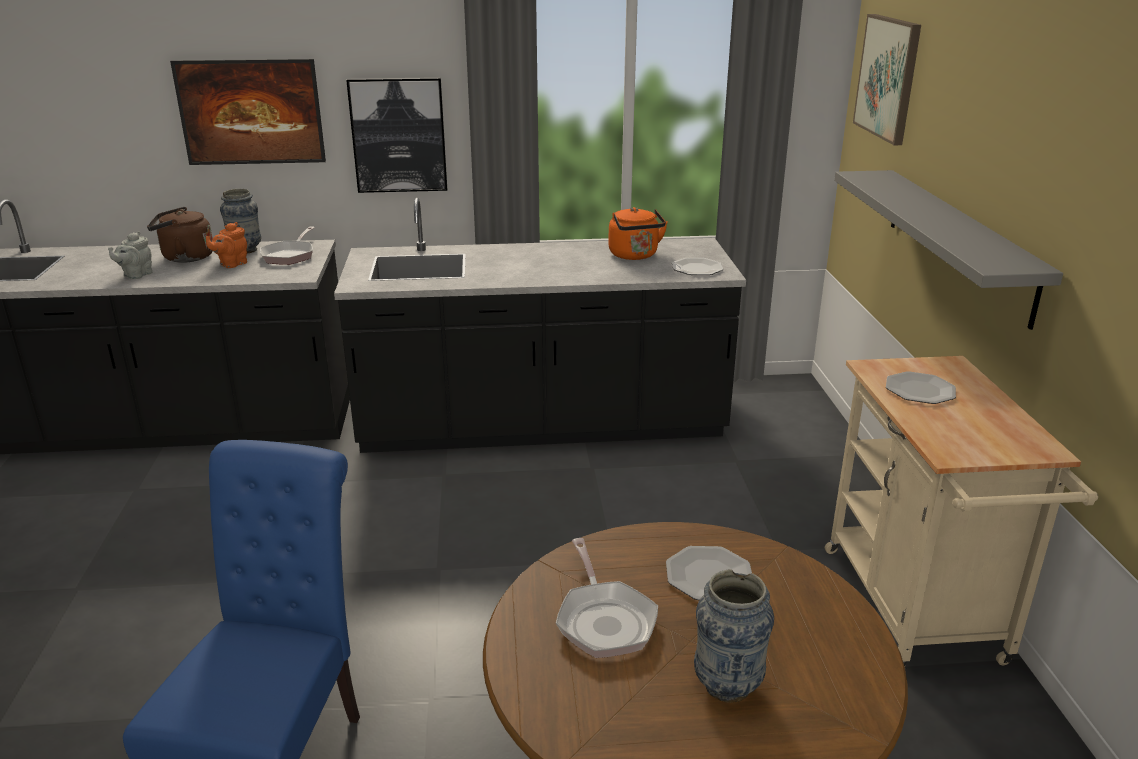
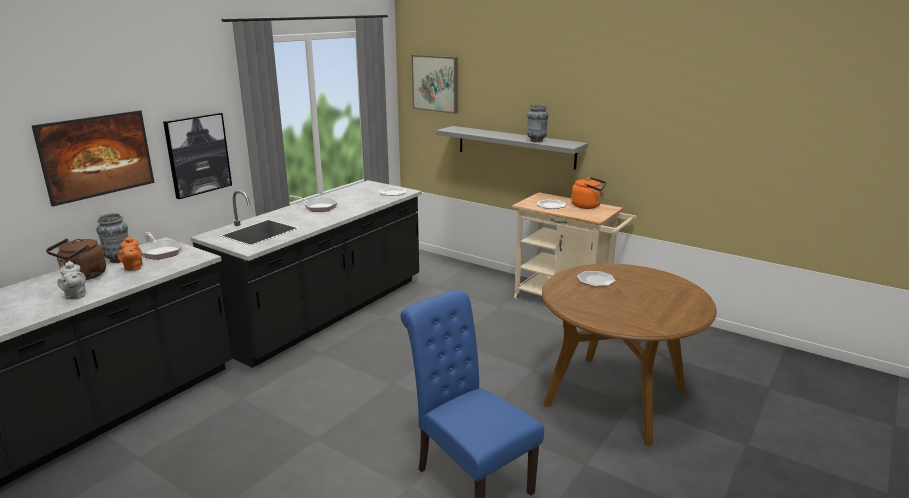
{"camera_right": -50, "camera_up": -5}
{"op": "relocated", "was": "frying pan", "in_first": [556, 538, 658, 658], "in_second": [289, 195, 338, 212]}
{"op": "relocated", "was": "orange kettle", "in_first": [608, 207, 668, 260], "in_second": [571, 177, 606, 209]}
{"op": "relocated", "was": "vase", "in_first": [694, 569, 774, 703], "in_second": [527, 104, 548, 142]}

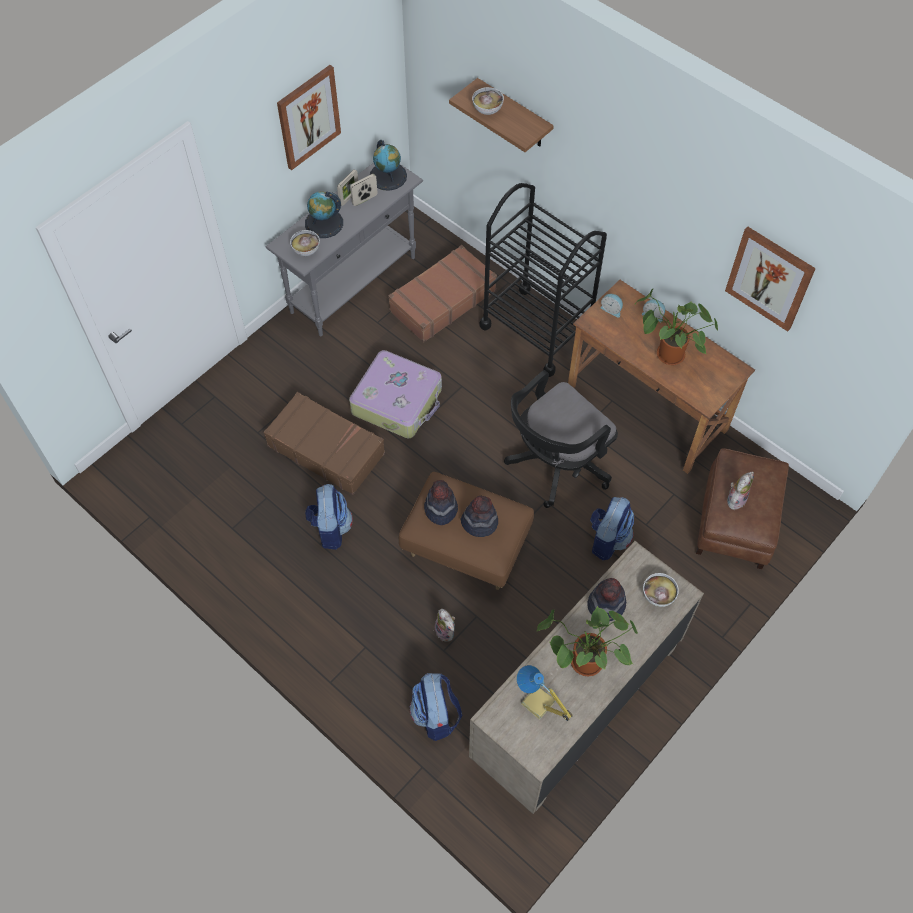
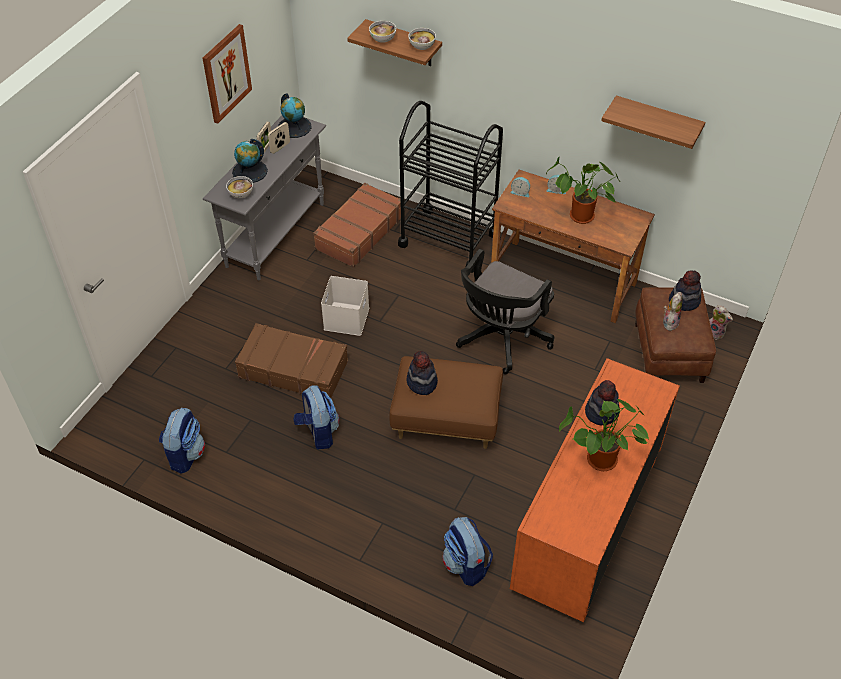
{"camera_right": -15, "camera_up": -10}
{"op": "exchanged", "was": "suitcase", "now": "white storage box", "in_first": [349, 350, 442, 438], "in_second": [321, 276, 369, 336]}
{"op": "relocated", "was": "plush toy", "in_first": [435, 609, 455, 642], "in_second": [709, 305, 733, 340]}
{"op": "relocated", "was": "hat", "in_first": [461, 496, 498, 537], "in_second": [669, 270, 702, 311]}
{"op": "colour", "was": "beige dresser", "now": "orange dresser", "in_first": [469, 541, 704, 814], "in_second": [510, 358, 680, 622]}
{"op": "missing", "was": "table lamp", "in_first": [517, 665, 573, 721]}
{"op": "relocated", "was": "backpack", "in_first": [590, 497, 634, 560], "in_second": [159, 408, 205, 474]}
{"op": "relocated", "was": "bowl", "in_first": [643, 573, 679, 607], "in_second": [408, 28, 436, 50]}
{"op": "exchanged", "was": "picture", "now": "shelf", "in_first": [725, 227, 816, 331], "in_second": [601, 96, 705, 149]}

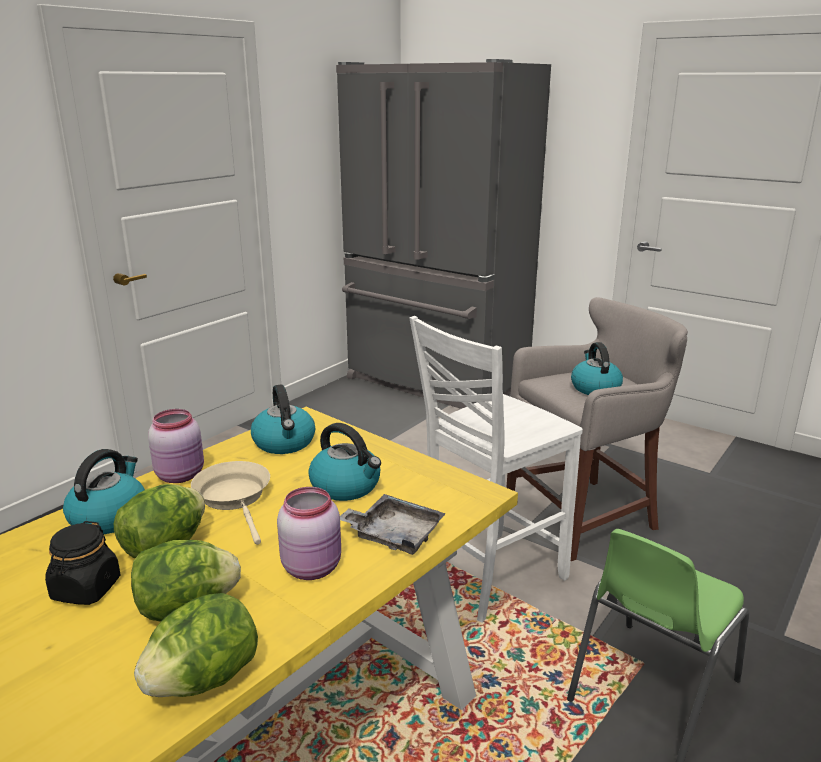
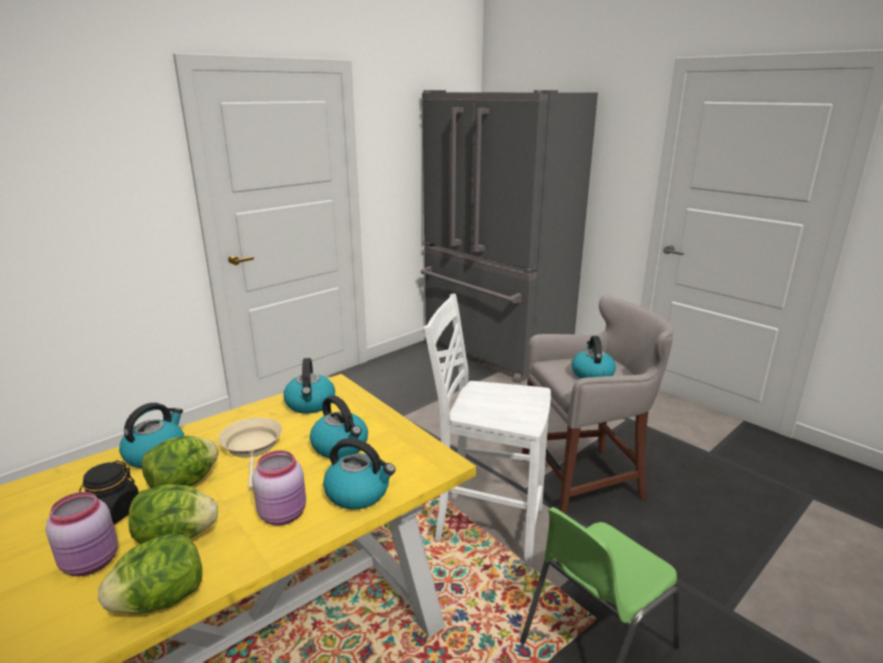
{"camera_right": 10, "camera_up": 0}
{"op": "relocated", "was": "pink jar", "in_first": [148, 409, 204, 483], "in_second": [45, 492, 118, 576]}
{"op": "exchanged", "was": "grey tray", "now": "kettle", "in_first": [340, 494, 446, 555], "in_second": [323, 438, 396, 510]}
{"op": "spun", "was": "white chair", "in_first": [410, 316, 583, 623], "in_second": [424, 294, 551, 566], "clockwise": 45}

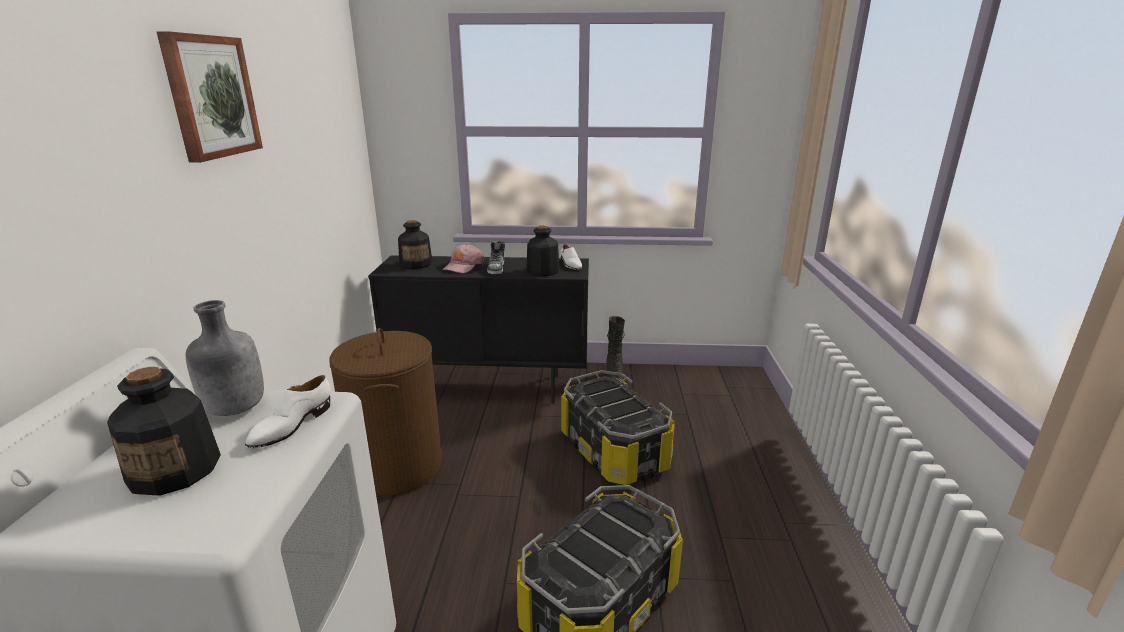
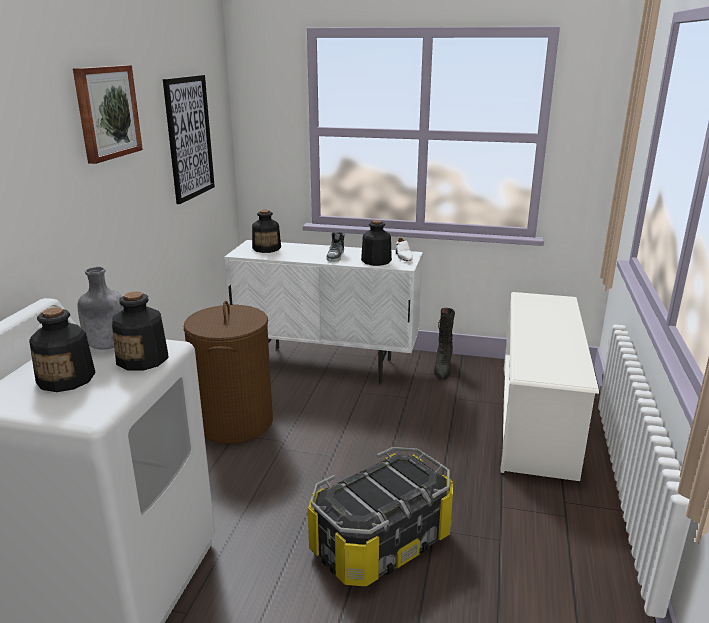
{"camera_right": 10, "camera_up": 0}
{"op": "exchanged", "was": "white shoe", "now": "bottle", "in_first": [245, 375, 331, 448], "in_second": [112, 291, 169, 371]}
{"op": "colour", "was": "black cabinet", "now": "white cabinet", "in_first": [368, 255, 589, 404], "in_second": [224, 240, 423, 384]}
{"op": "missing", "was": "pink cap", "in_first": [443, 244, 484, 273]}
{"op": "missing", "was": "storage box", "in_first": [561, 370, 675, 485]}
{"op": "appeared", "now": "picture", "in_second": [163, 75, 215, 204]}
{"op": "appeared", "now": "white shoe rack", "in_second": [500, 292, 599, 481]}

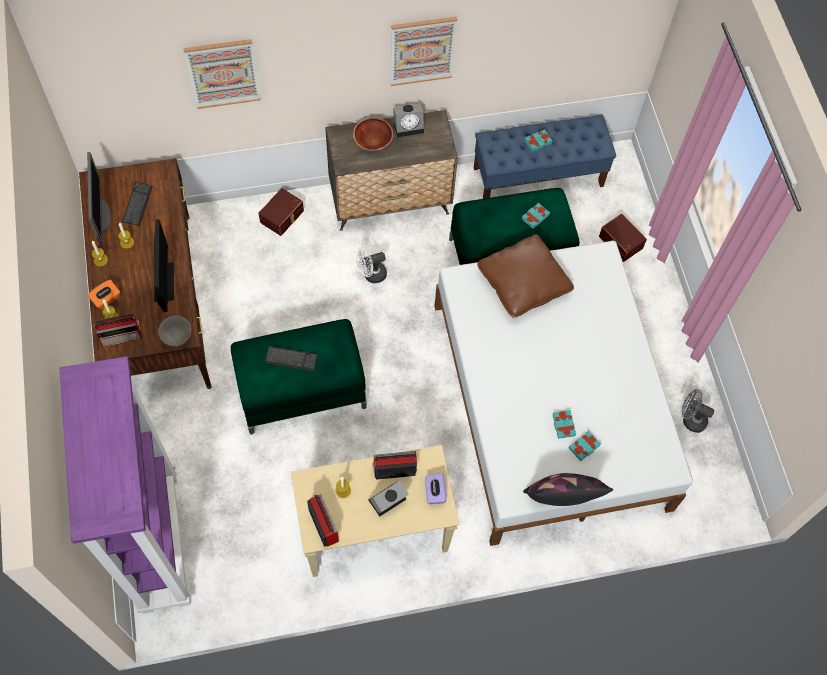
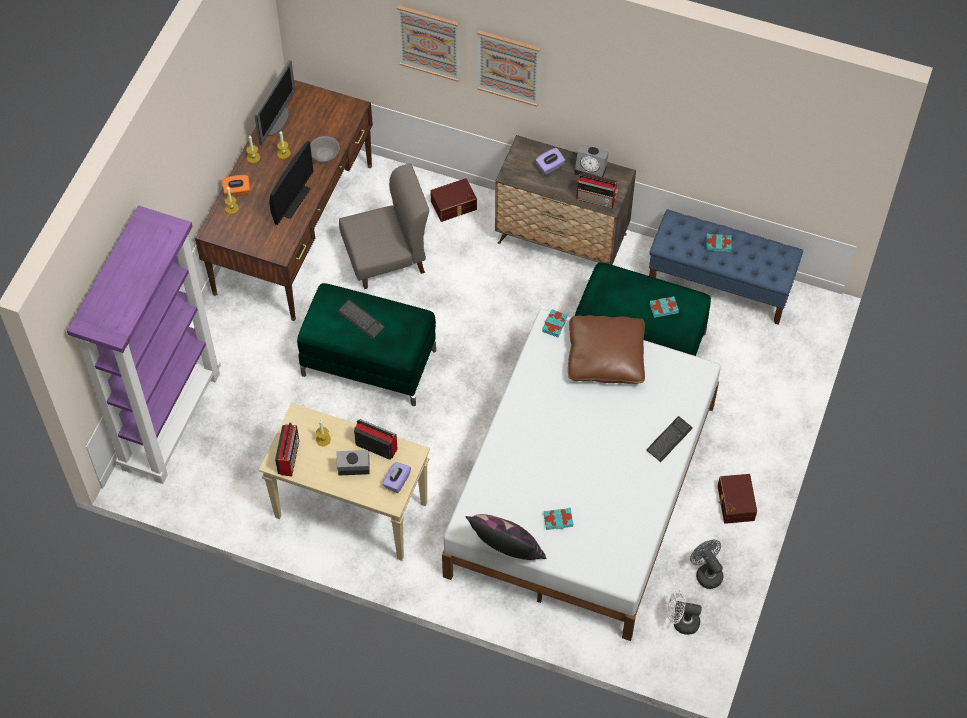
{"camera_right": 35, "camera_up": -5}
{"op": "relocated", "was": "radio", "in_first": [94, 313, 142, 347], "in_second": [576, 172, 618, 208]}
{"op": "relocated", "was": "keyboard", "in_first": [122, 182, 153, 226], "in_second": [647, 416, 693, 462]}
{"op": "relocated", "was": "grey bowl", "in_first": [158, 316, 191, 347], "in_second": [310, 136, 340, 163]}
{"op": "exchanged", "was": "brown bowl", "now": "purple tissue box", "in_first": [353, 117, 393, 151], "in_second": [535, 148, 565, 175]}
{"op": "relocated", "was": "white fan", "in_first": [356, 247, 387, 283], "in_second": [668, 589, 702, 635]}
{"op": "relocated", "was": "picture", "in_first": [390, 17, 457, 86], "in_second": [477, 30, 540, 107]}
{"op": "relocated", "was": "turquoise book", "in_first": [552, 410, 576, 439], "in_second": [542, 309, 568, 337]}
{"op": "relocated", "was": "brown storage box", "in_first": [599, 214, 647, 262], "in_second": [717, 474, 757, 524]}
{"op": "appeared", "now": "grey chair", "in_second": [339, 164, 429, 289]}

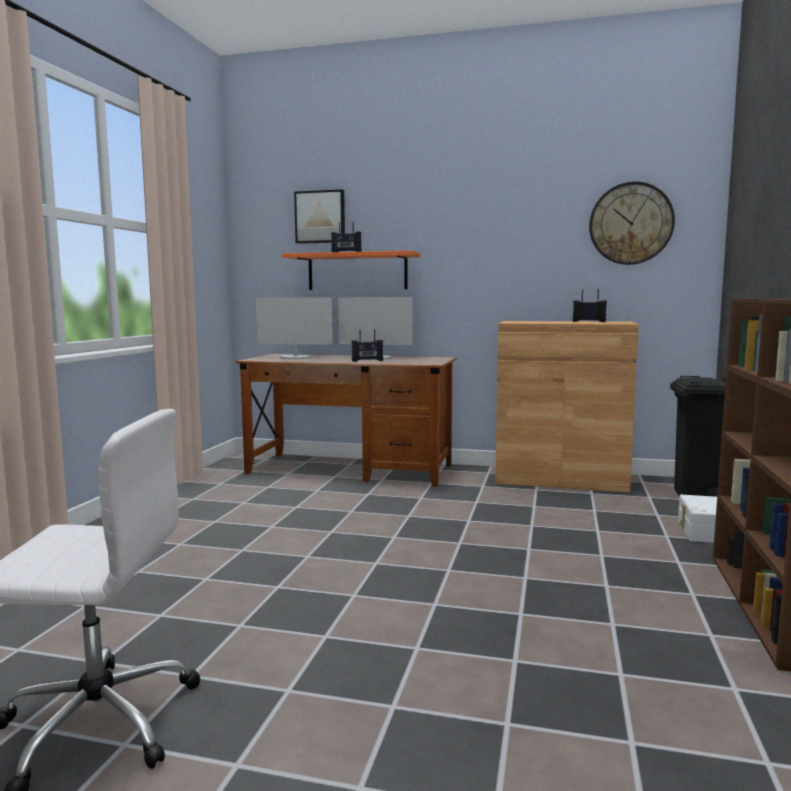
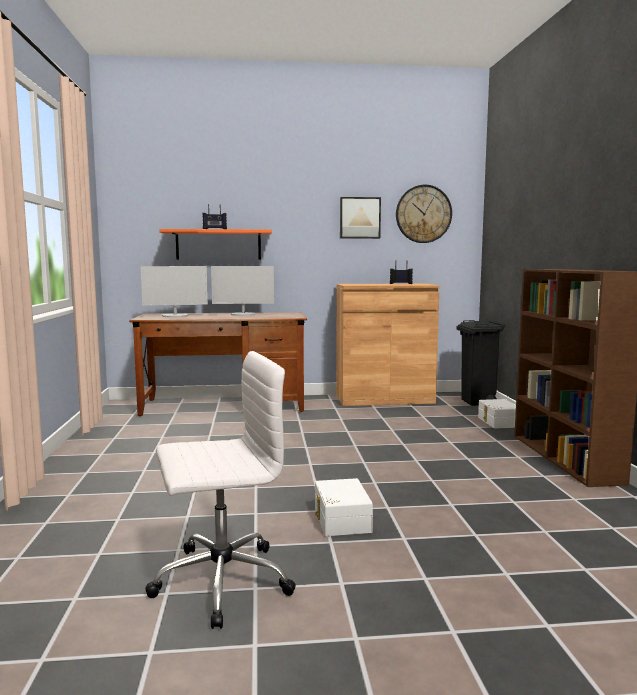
{"camera_right": -20, "camera_up": 0}
{"op": "relocated", "was": "picture", "in_first": [294, 189, 345, 244], "in_second": [340, 197, 381, 239]}
{"op": "missing", "was": "radio", "in_first": [352, 329, 383, 362]}
{"op": "appeared", "now": "white storage box", "in_second": [315, 478, 373, 536]}

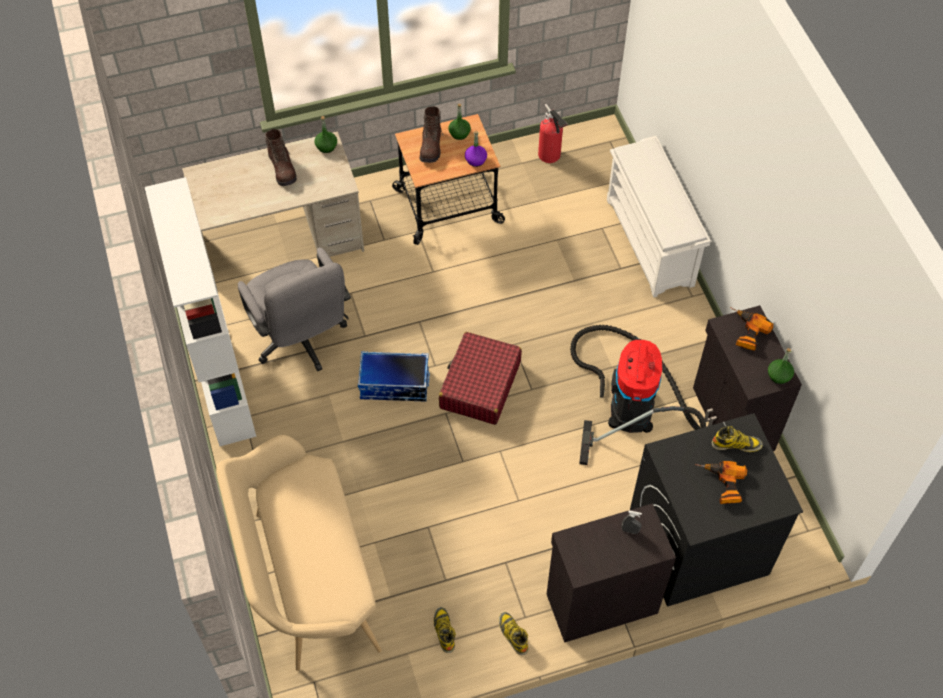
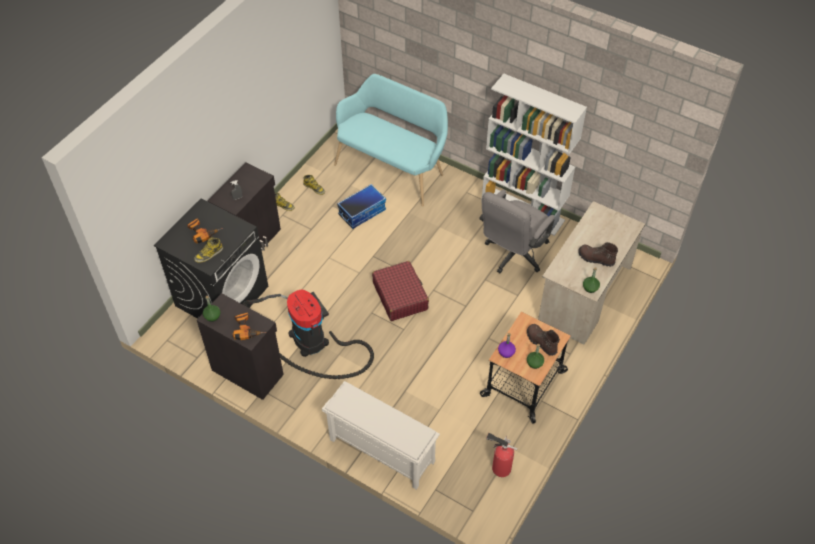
{"camera_right": 140, "camera_up": -5}
{"op": "colour", "was": "beige bench", "now": "turquoise bench", "in_first": [216, 435, 382, 671], "in_second": [334, 74, 448, 206]}
{"op": "spun", "was": "grey office chair", "in_first": [238, 248, 351, 372], "in_second": [479, 190, 555, 273], "clockwise": -75}
{"op": "relocated", "was": "storage box", "in_first": [358, 351, 430, 402], "in_second": [337, 184, 386, 229]}

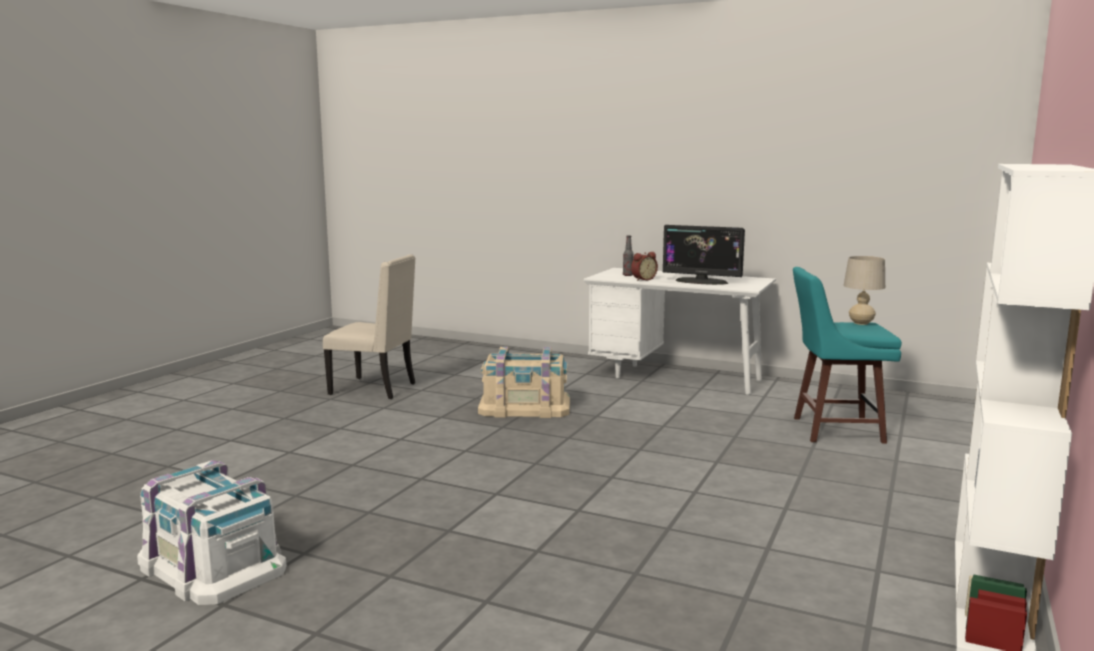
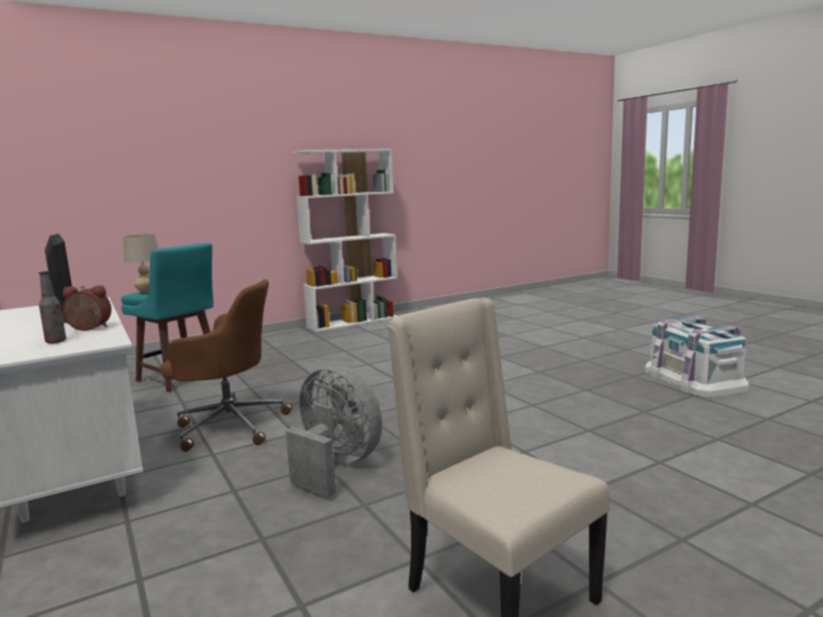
{"camera_right": -145, "camera_up": 0}
{"op": "exchanged", "was": "beige storage box", "now": "grey fan", "in_first": [478, 347, 570, 418], "in_second": [286, 365, 382, 498]}
{"op": "appeared", "now": "brown office chair", "in_second": [161, 279, 292, 452]}

